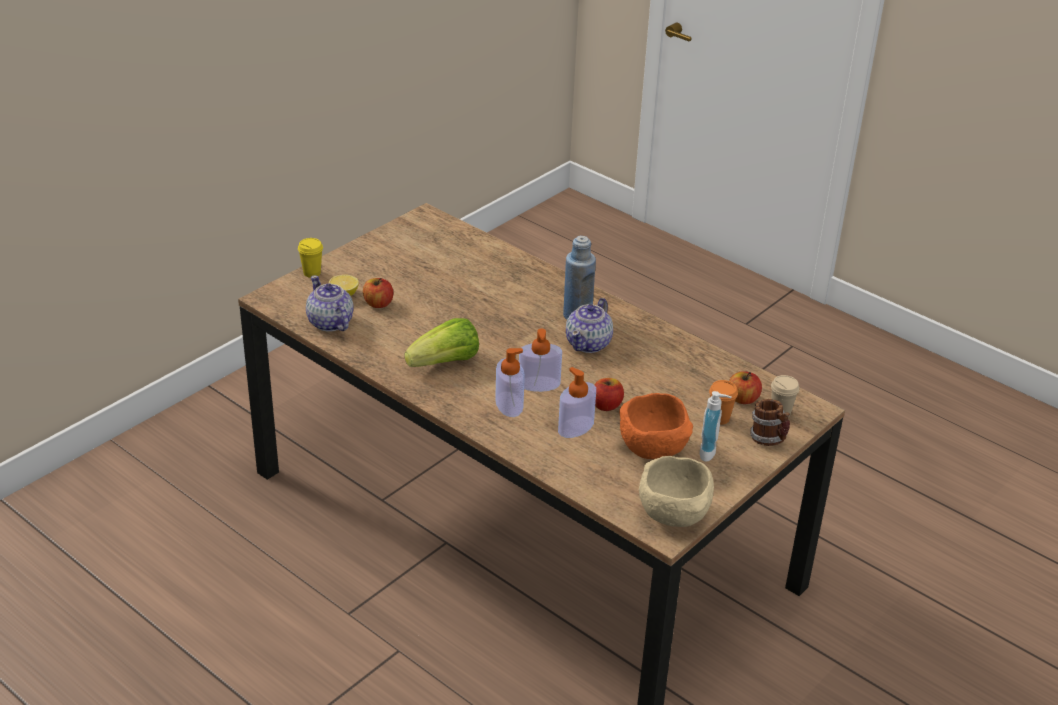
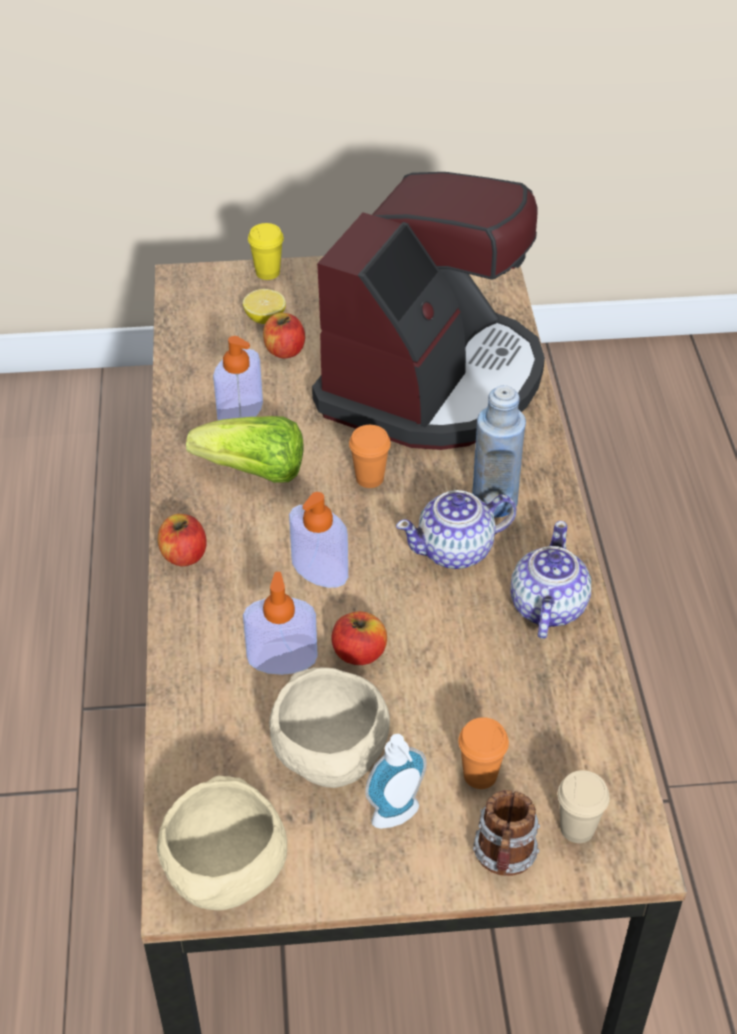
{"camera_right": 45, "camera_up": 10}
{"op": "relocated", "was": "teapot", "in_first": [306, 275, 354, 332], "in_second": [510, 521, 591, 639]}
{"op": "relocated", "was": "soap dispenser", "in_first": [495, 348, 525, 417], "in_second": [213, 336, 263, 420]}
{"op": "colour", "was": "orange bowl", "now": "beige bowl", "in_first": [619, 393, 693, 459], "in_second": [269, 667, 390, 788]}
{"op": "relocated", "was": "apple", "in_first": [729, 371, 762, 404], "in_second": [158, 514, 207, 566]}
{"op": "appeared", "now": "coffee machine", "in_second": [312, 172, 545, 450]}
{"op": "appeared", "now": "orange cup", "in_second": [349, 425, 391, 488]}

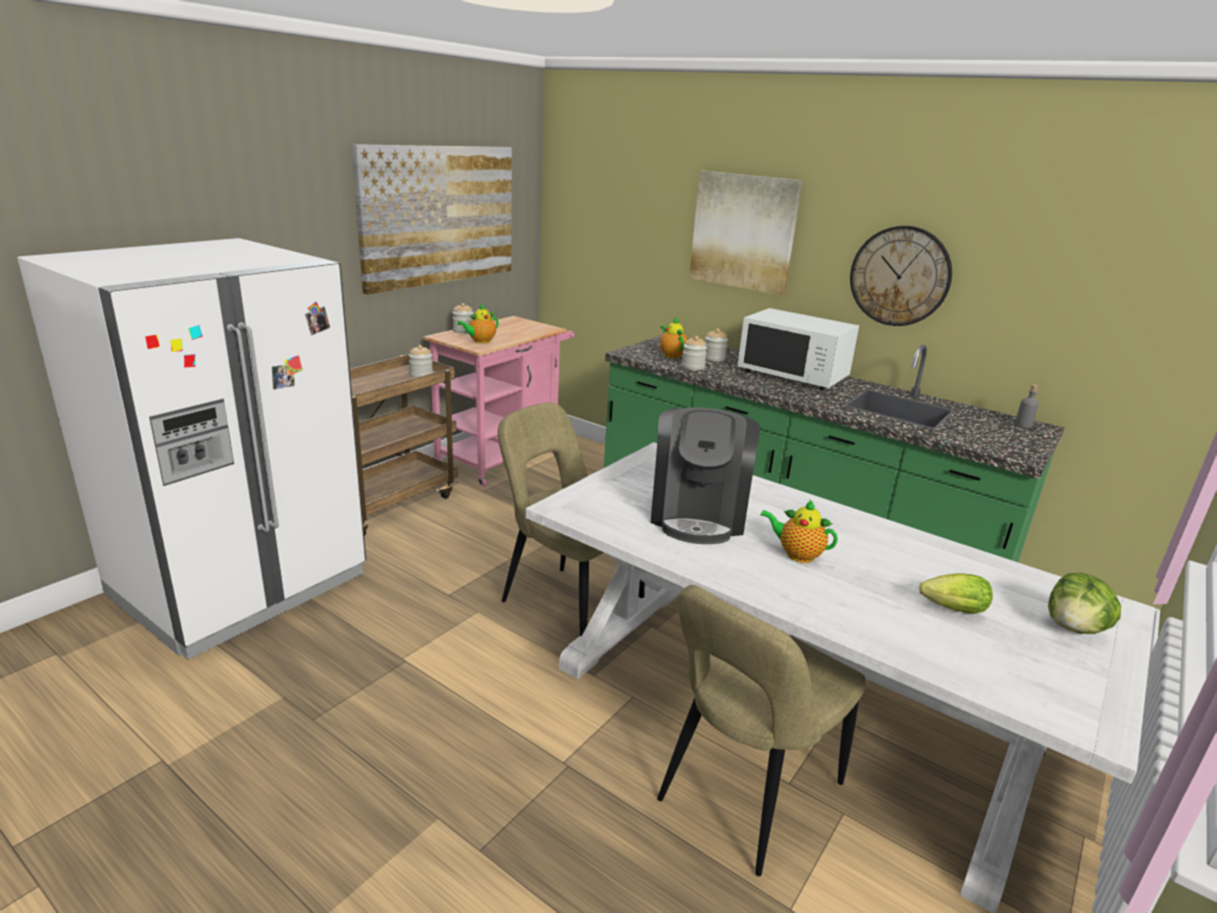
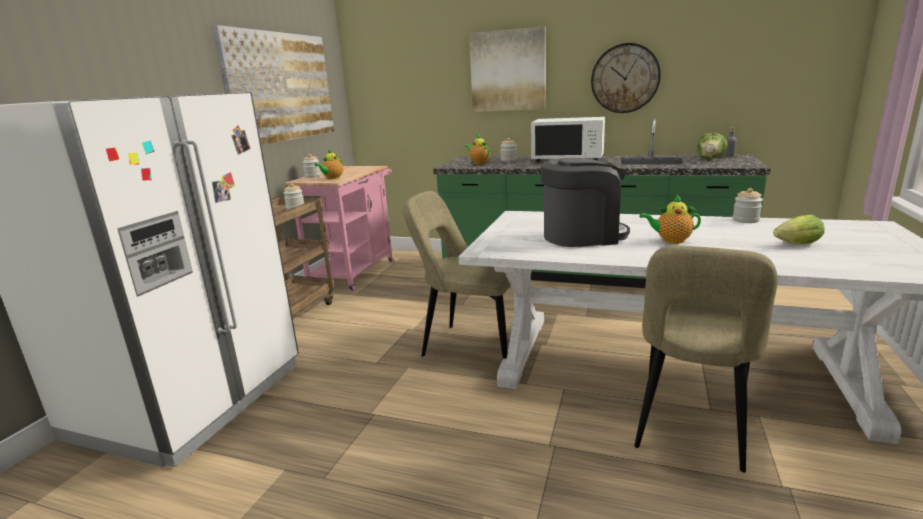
{"camera_right": -15, "camera_up": -5}
{"op": "spun", "was": "coffee machine", "in_first": [650, 407, 760, 544], "in_second": [541, 158, 630, 247], "clockwise": -90}
{"op": "relocated", "was": "jar", "in_first": [682, 336, 707, 370], "in_second": [733, 188, 763, 223]}
{"op": "relocated", "was": "lettuce", "in_first": [1048, 573, 1121, 634], "in_second": [697, 133, 728, 159]}

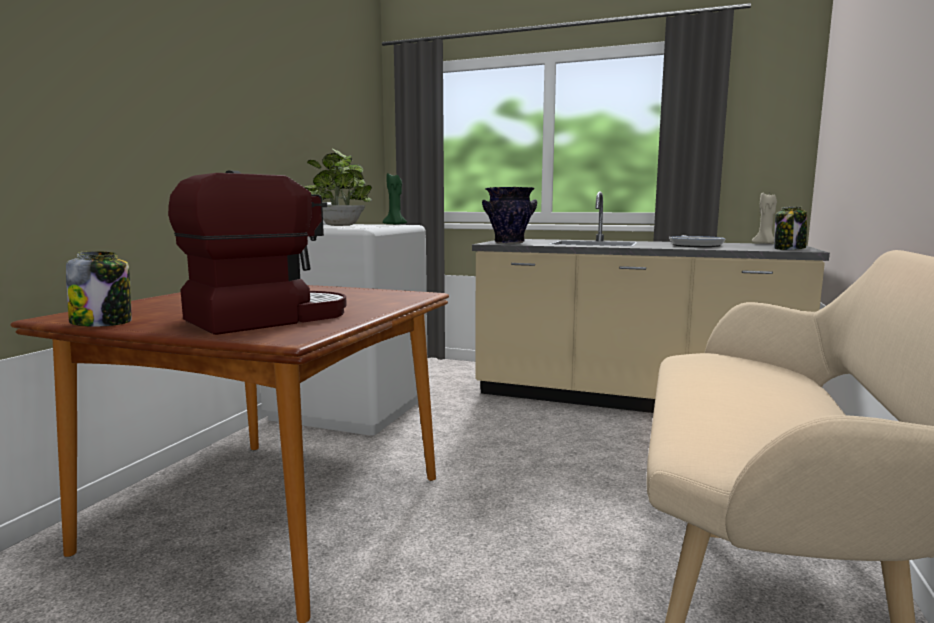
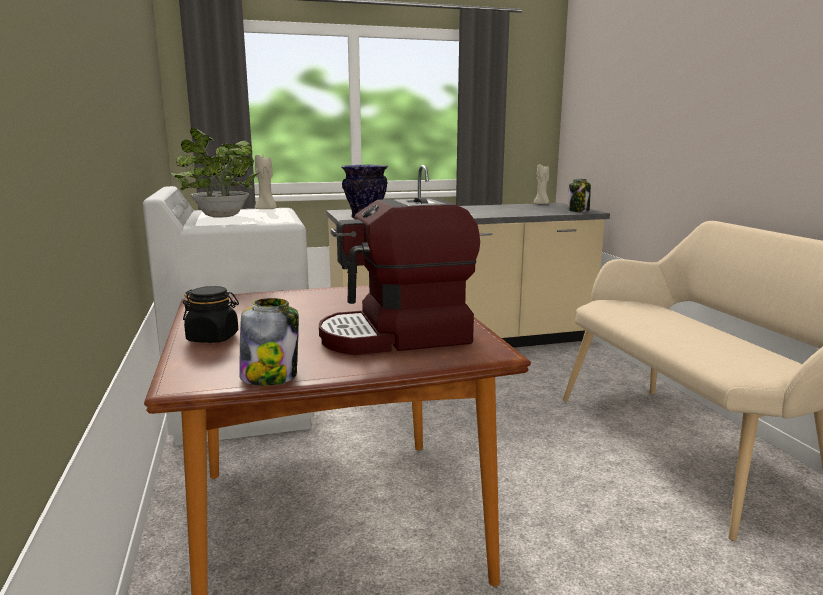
{"camera_right": -35, "camera_up": 5}
{"op": "spun", "was": "coffee machine", "in_first": [168, 170, 347, 335], "in_second": [319, 197, 480, 355], "clockwise": -120}
{"op": "colour", "was": "green candle", "now": "beige candle", "in_first": [383, 173, 407, 225], "in_second": [255, 155, 276, 209]}
{"op": "missing", "was": "frying pan", "in_first": [669, 235, 726, 247]}
{"op": "appeared", "now": "black jar", "in_second": [183, 286, 239, 343]}

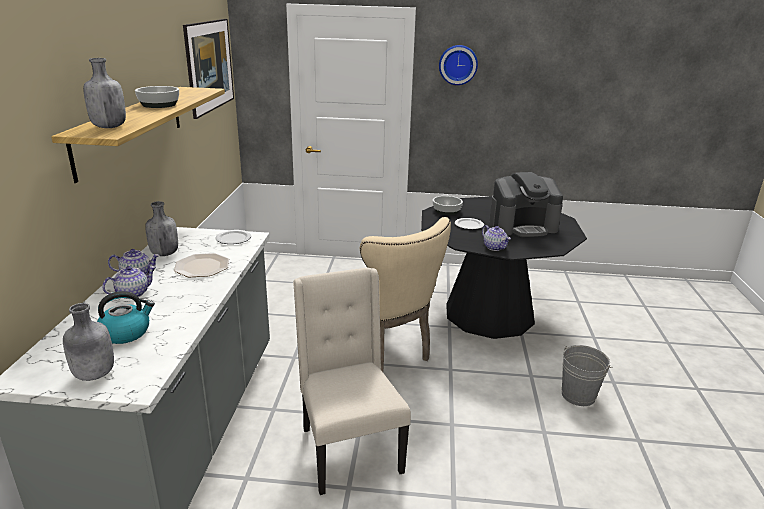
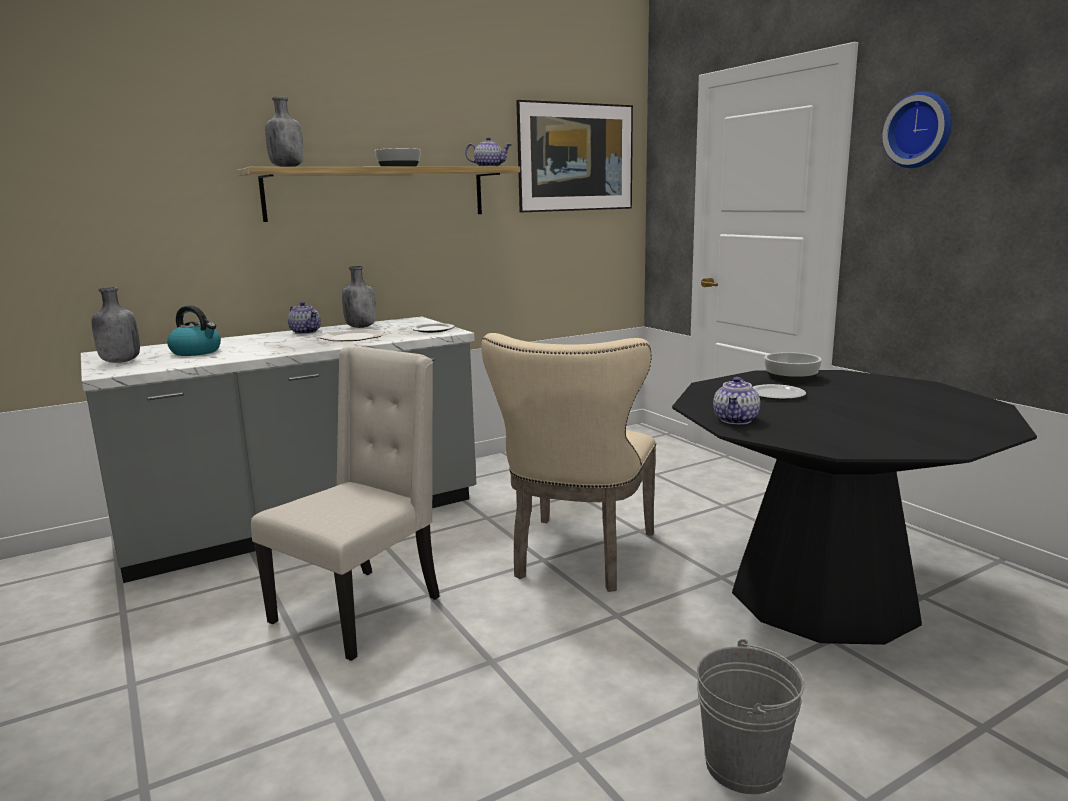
{"camera_right": 55, "camera_up": -10}
{"op": "relocated", "was": "teapot", "in_first": [102, 266, 156, 299], "in_second": [465, 137, 512, 166]}
{"op": "missing", "was": "coffee machine", "in_first": [489, 172, 563, 237]}

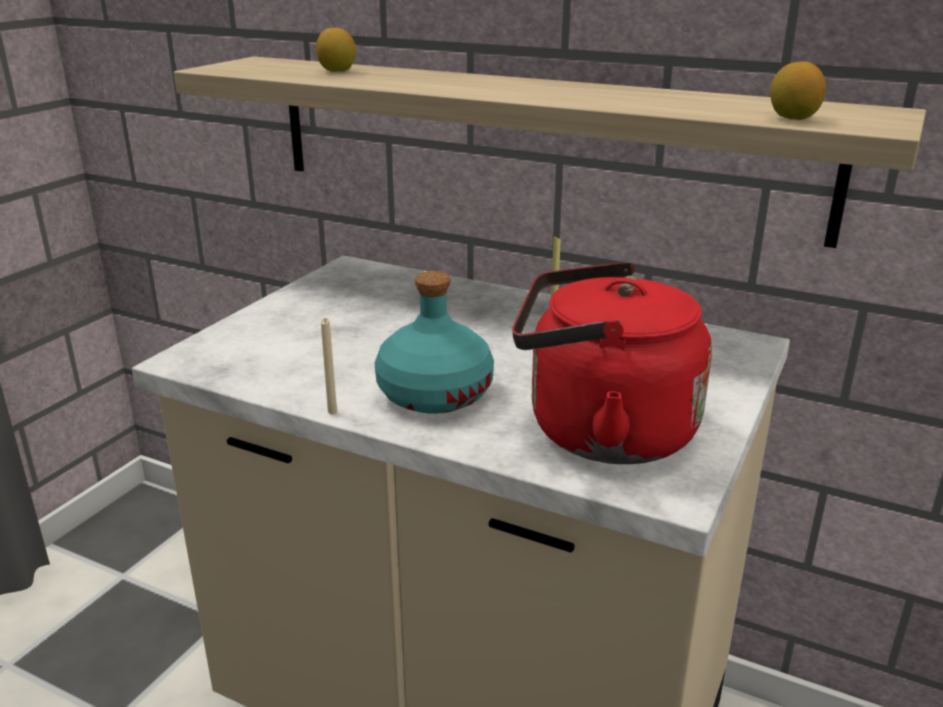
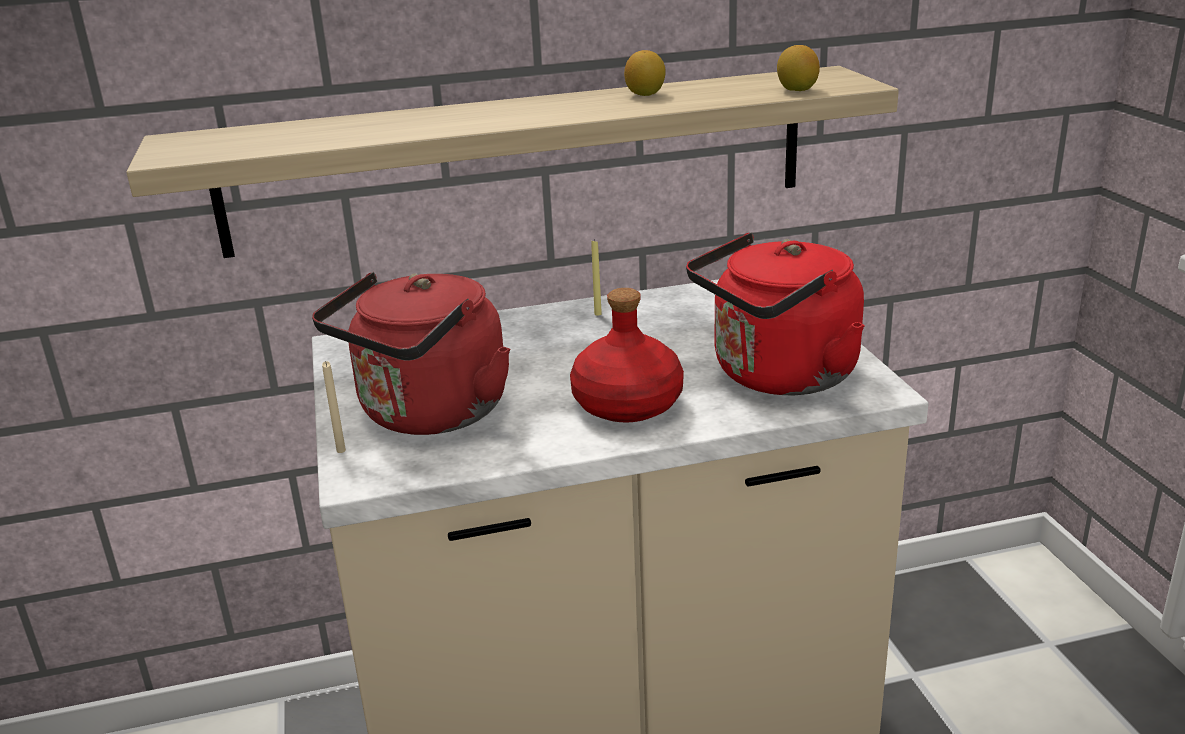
{"camera_right": -40, "camera_up": 0}
{"op": "relocated", "was": "lemon", "in_first": [316, 28, 356, 72], "in_second": [624, 50, 666, 96]}
{"op": "relocated", "was": "beige candle", "in_first": [321, 318, 337, 414], "in_second": [322, 361, 346, 453]}
{"op": "colour", "was": "turquoise bottle", "now": "red bottle", "in_first": [375, 271, 494, 414], "in_second": [570, 288, 684, 422]}
{"op": "appeared", "now": "red kettle", "in_second": [312, 272, 510, 435]}

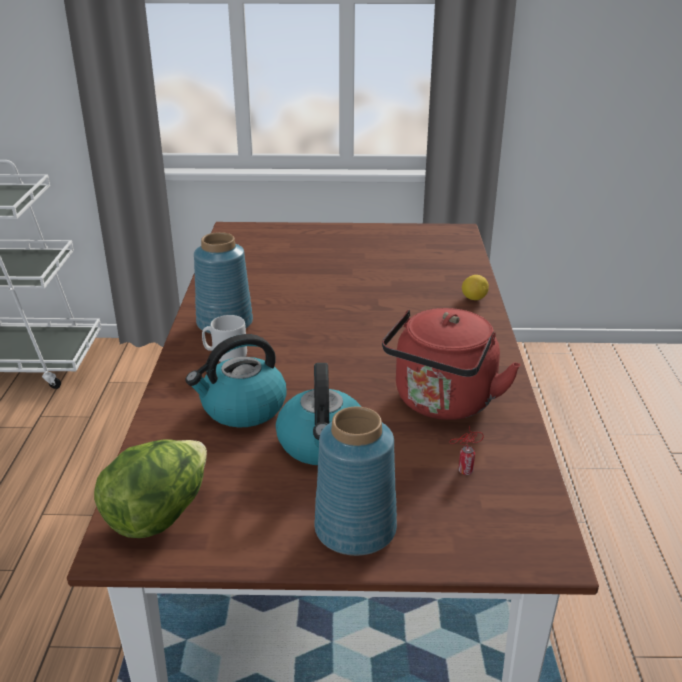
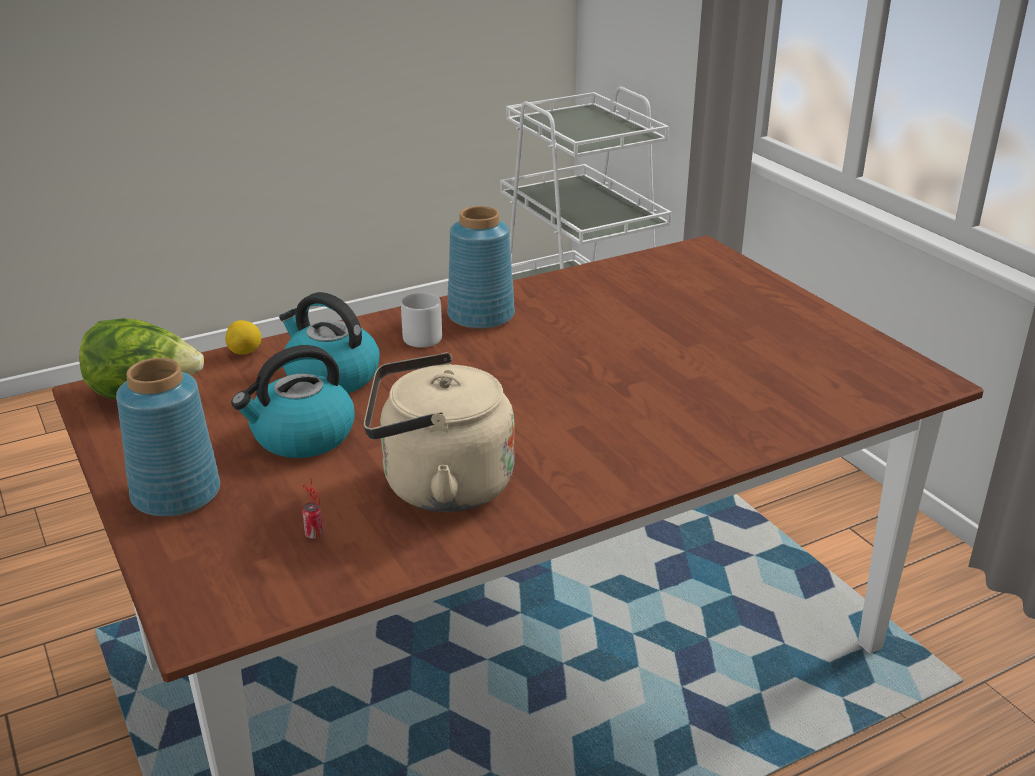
{"camera_right": 60, "camera_up": 0}
{"op": "colour", "was": "red kettle", "now": "beige kettle", "in_first": [382, 308, 521, 420], "in_second": [364, 353, 515, 512]}
{"op": "relocated", "was": "lemon", "in_first": [462, 275, 489, 300], "in_second": [225, 320, 261, 355]}

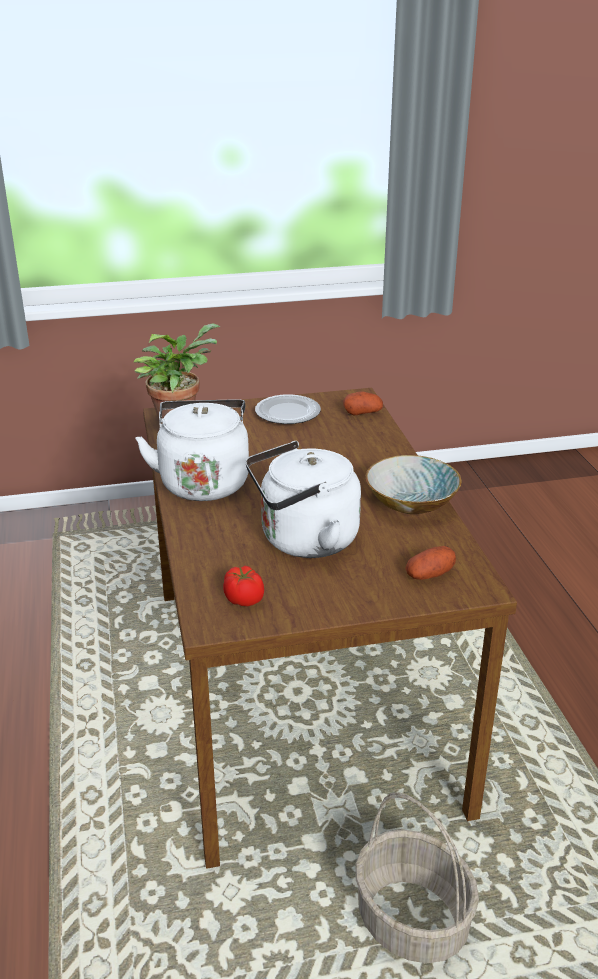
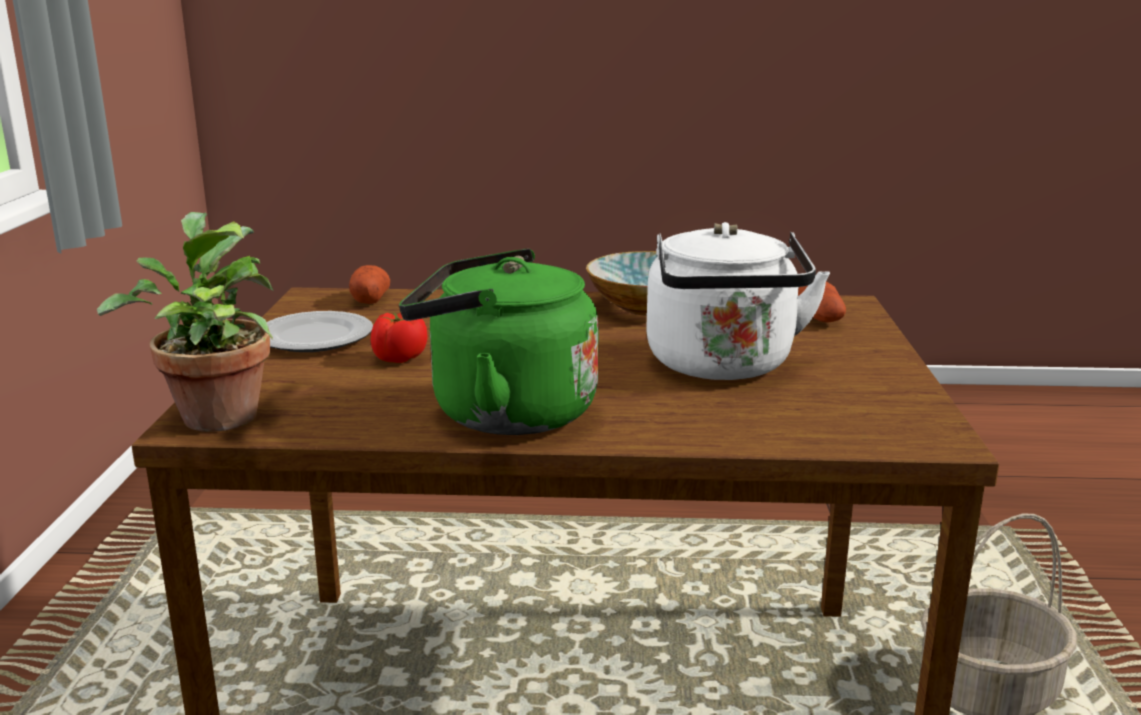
{"camera_right": -75, "camera_up": -10}
{"op": "colour", "was": "white kettle", "now": "green kettle", "in_first": [135, 399, 249, 501], "in_second": [399, 249, 599, 435]}
{"op": "relocated", "was": "tomato", "in_first": [223, 566, 264, 606], "in_second": [370, 312, 428, 363]}

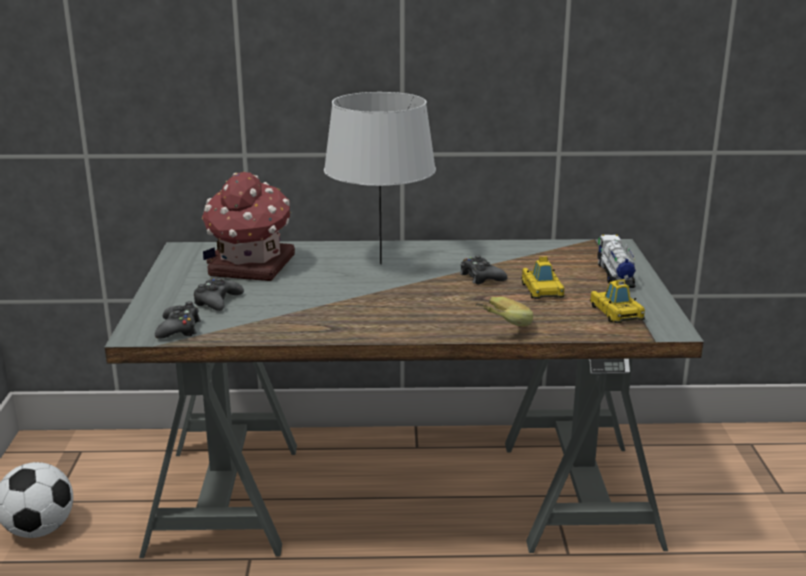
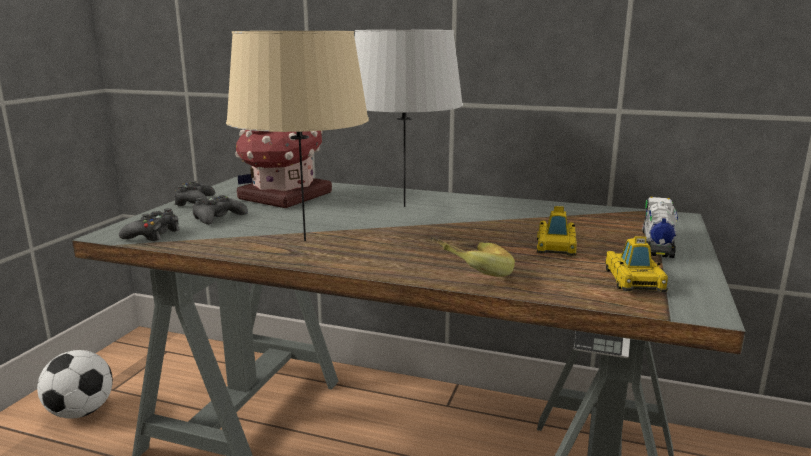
{"camera_right": 20, "camera_up": -5}
{"op": "relocated", "was": "black game controller", "in_first": [460, 255, 507, 285], "in_second": [174, 181, 215, 206]}
{"op": "appeared", "now": "beige table lamp", "in_second": [226, 31, 369, 241]}

